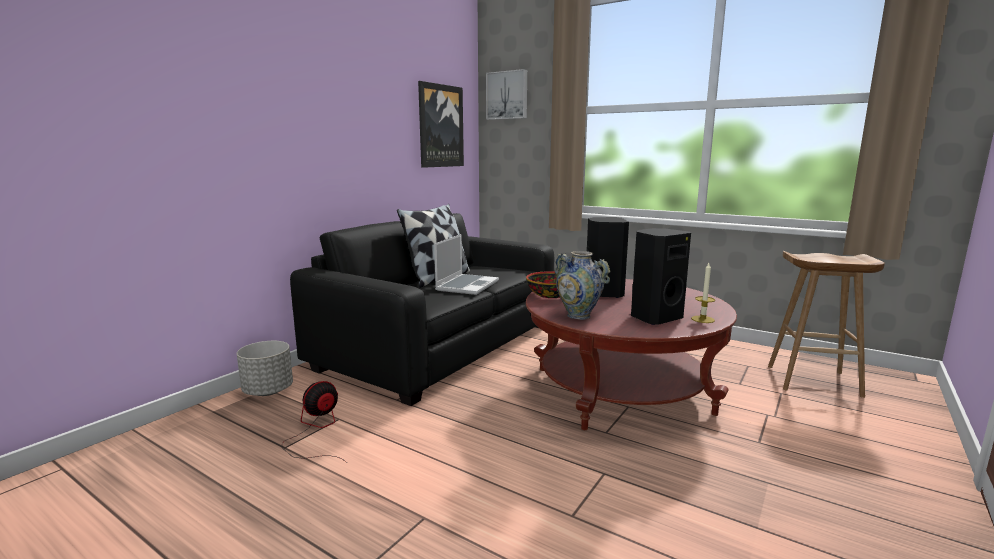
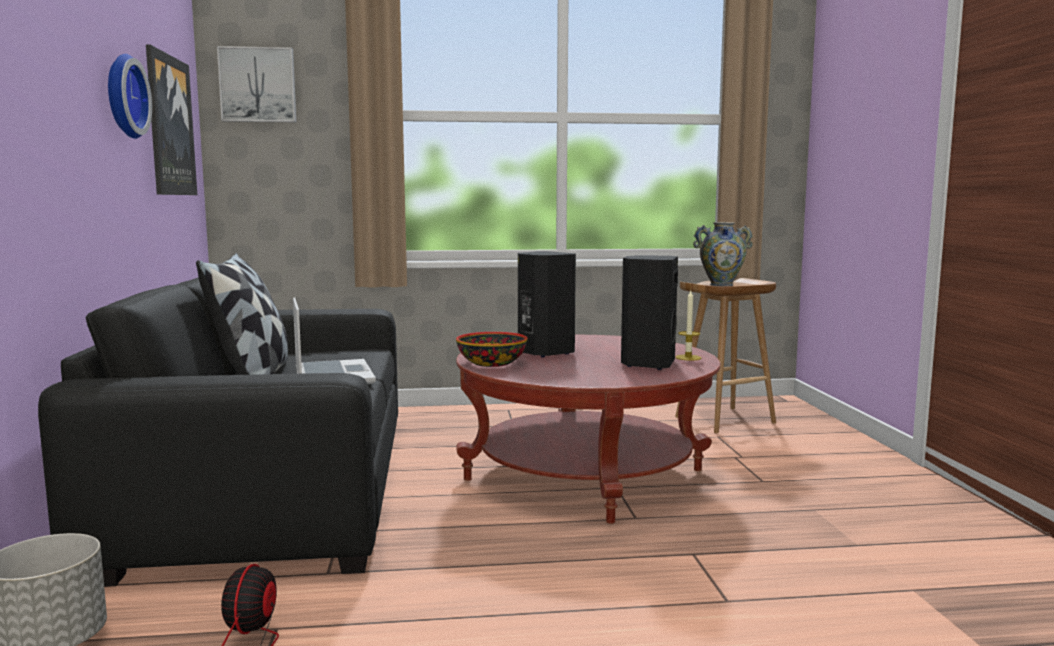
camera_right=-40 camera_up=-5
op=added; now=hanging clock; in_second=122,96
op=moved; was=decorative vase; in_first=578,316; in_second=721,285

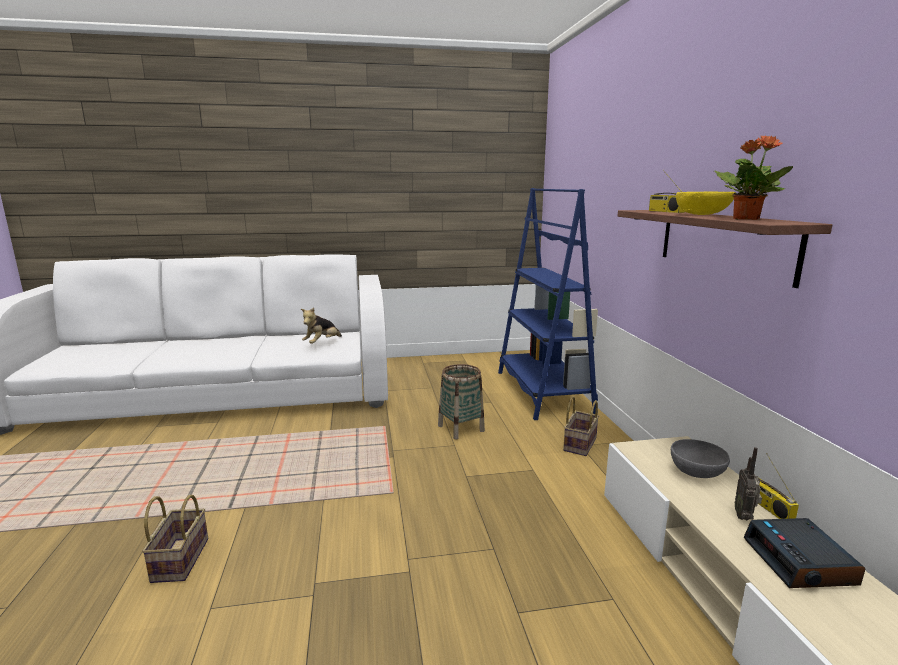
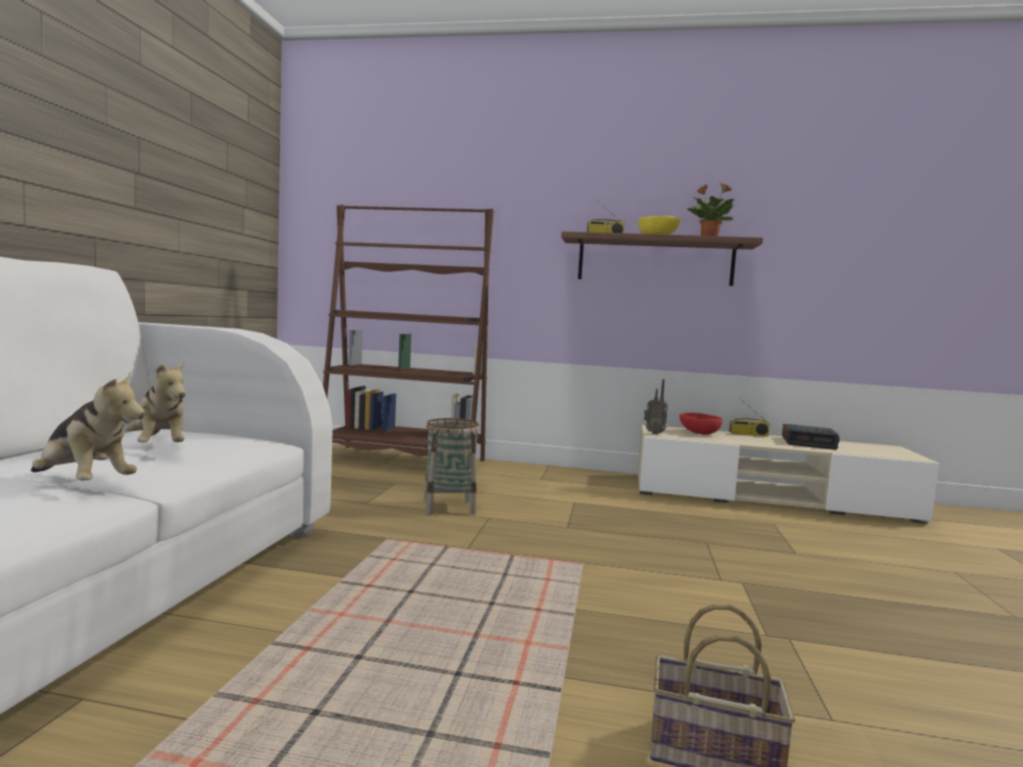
camera_right=-70 camera_up=-10
op=removed; was=storage basket; in_first=579,443
op=added; now=cuddly toy; in_second=83,484
op=moved; was=radio; in_first=744,516; in_second=654,433
op=recoloured; was=shelving unit in bluish; now=shelving unit in brownish; in_first=542,391; in_second=403,462
op=recoloured; was=bowl in greyish; now=bowl in reddish; in_first=696,471; in_second=699,433

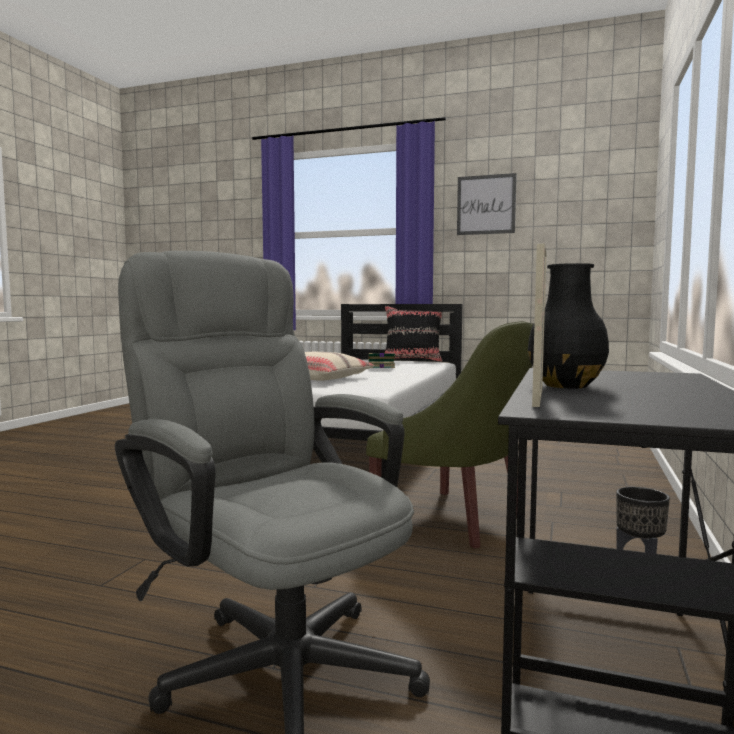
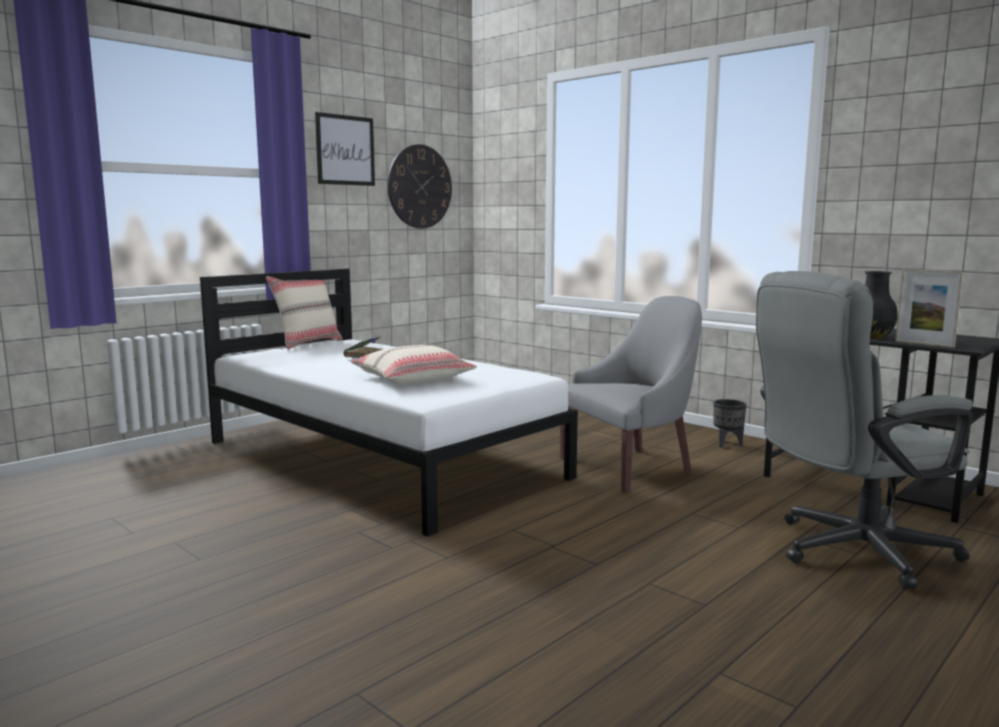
camera_right=-65 camera_up=5
op=added; now=hanging clock; in_second=419,186
op=recoloured; was=armchair in green; now=armchair in greyish; in_first=456,520; in_second=630,467
op=recoloured; was=throw pillow in black-coloured; now=throw pillow in beige; in_first=413,360; in_second=307,343

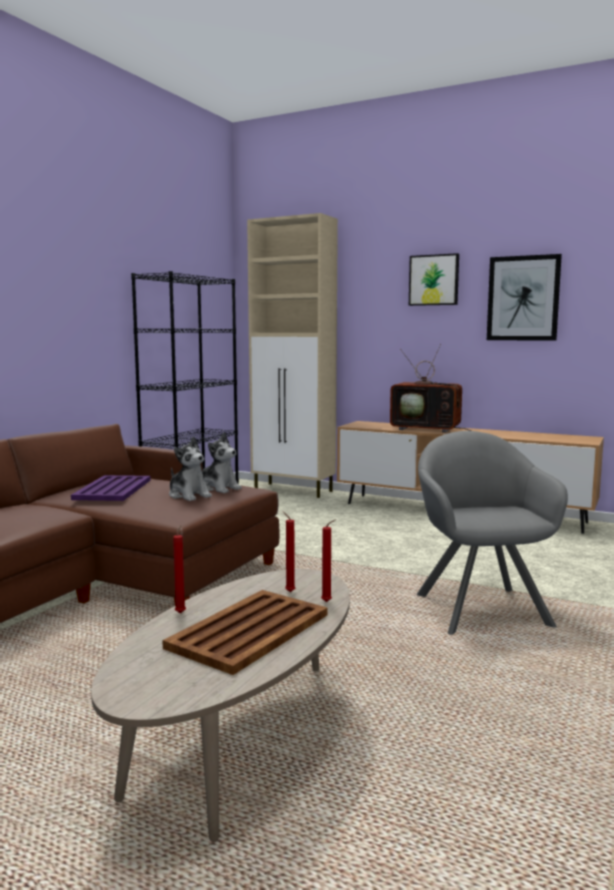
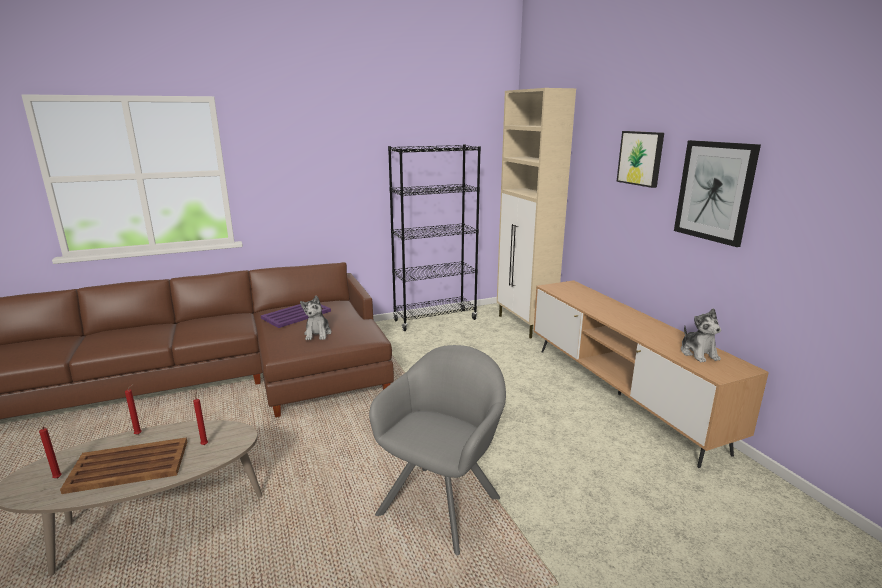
camera_right=40 camera_up=10
op=removed; was=TV set; in_first=428,429
op=moved; was=cuddly toy; in_first=218,488; in_second=698,353
op=moved; was=wax candle in reddish; in_first=328,602; in_second=58,479

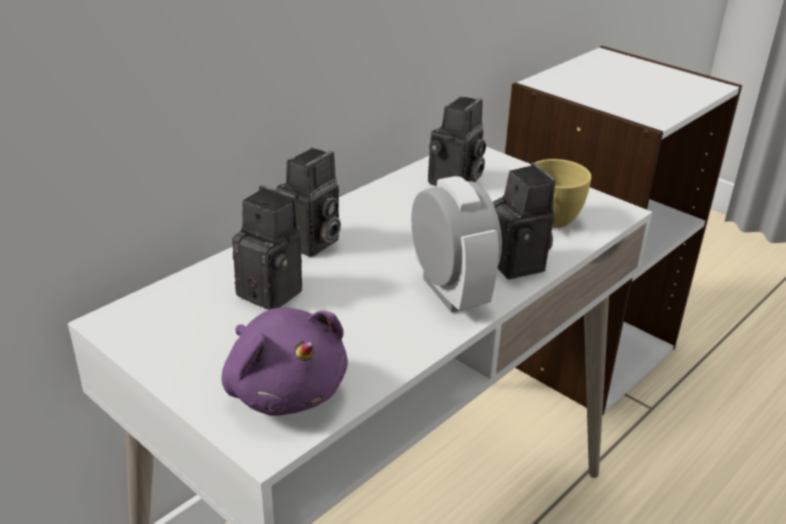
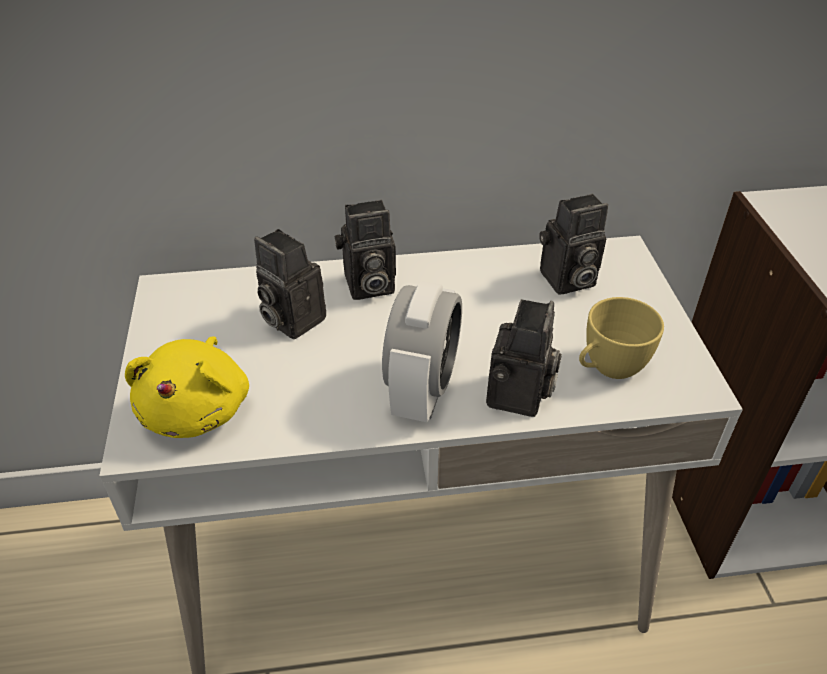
camera_right=40 camera_up=10
op=recoloured; was=cuddly toy in purple-coloured; now=cuddly toy in yellowish; in_first=284,389; in_second=198,409
op=turned; was=still camera; in_first=275,292; in_second=290,319; clockwise=150

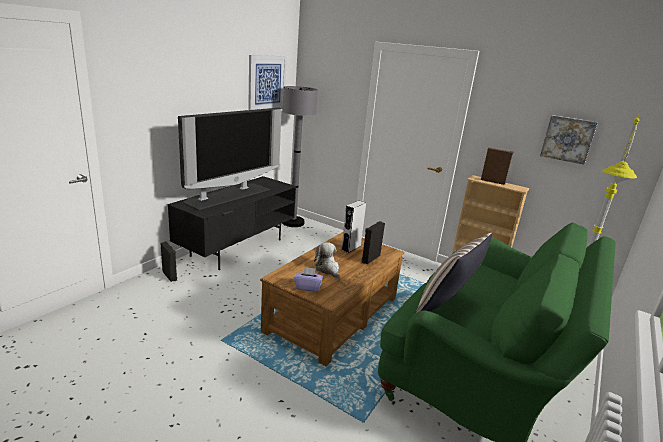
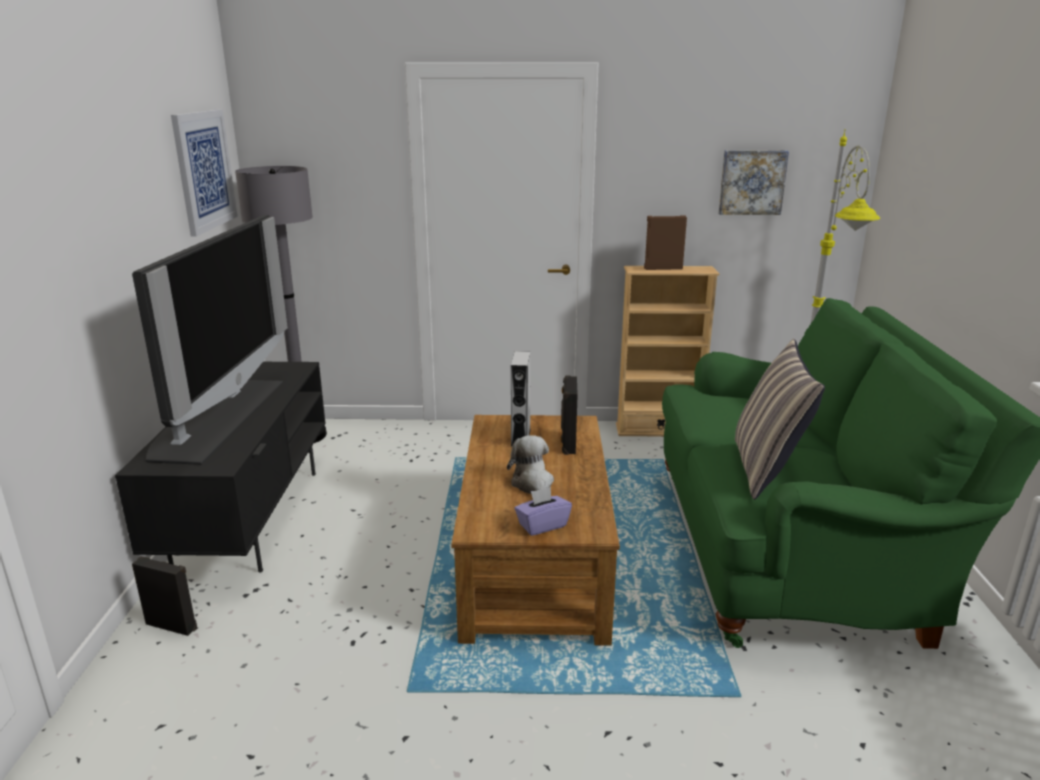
camera_right=-30 camera_up=0
op=turned; was=cuddly toy; in_first=328,269; in_second=533,485; clockwise=45

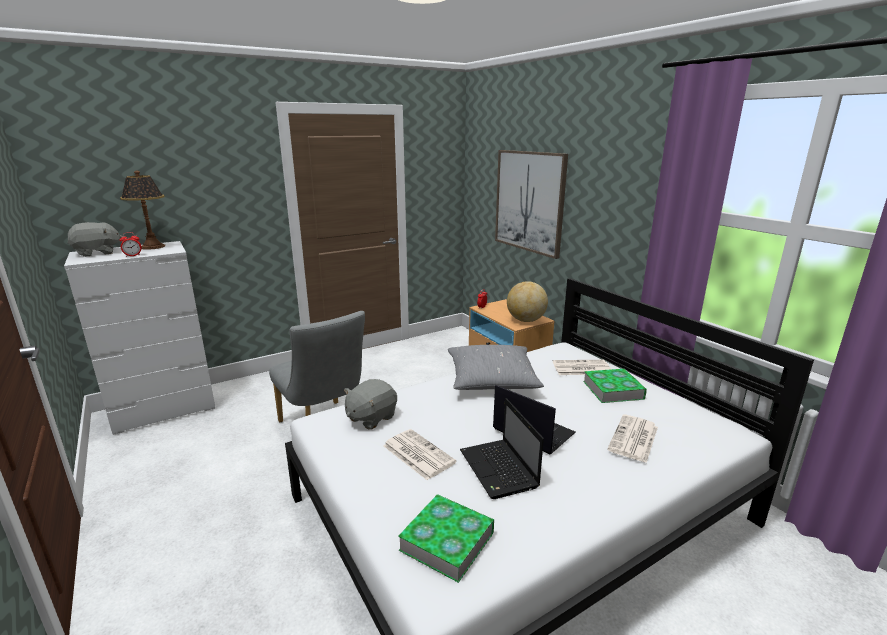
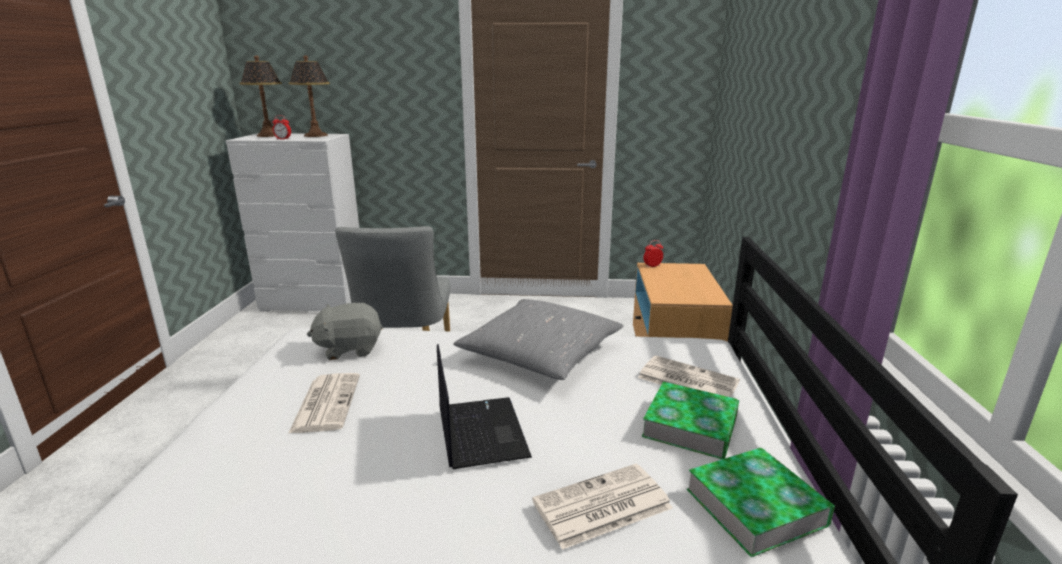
camera_right=35 camera_up=0
op=removed; was=portable computer; in_first=499,470
op=removed; was=wall art; in_first=529,201
op=removed; was=globe; in_first=525,320
op=moved; was=book; in_first=447,541; in_second=755,507
op=replaced; was=cuddly toy in greyish; now=table lamp; in_first=97,253; in_second=269,135

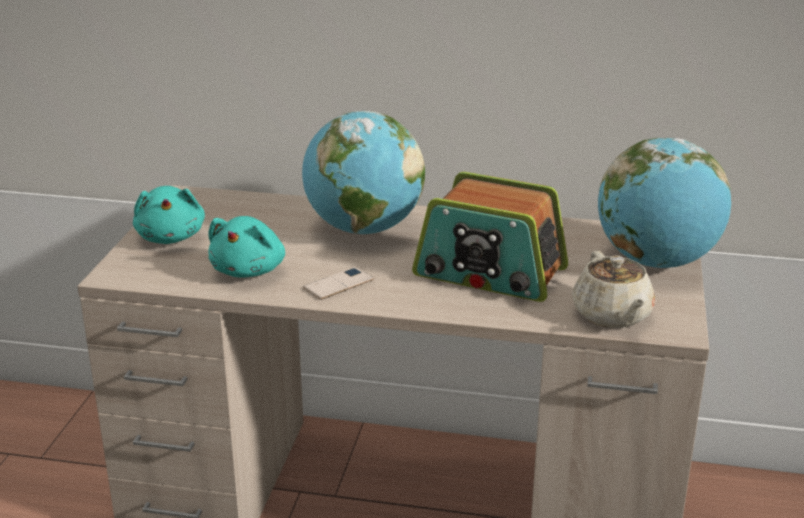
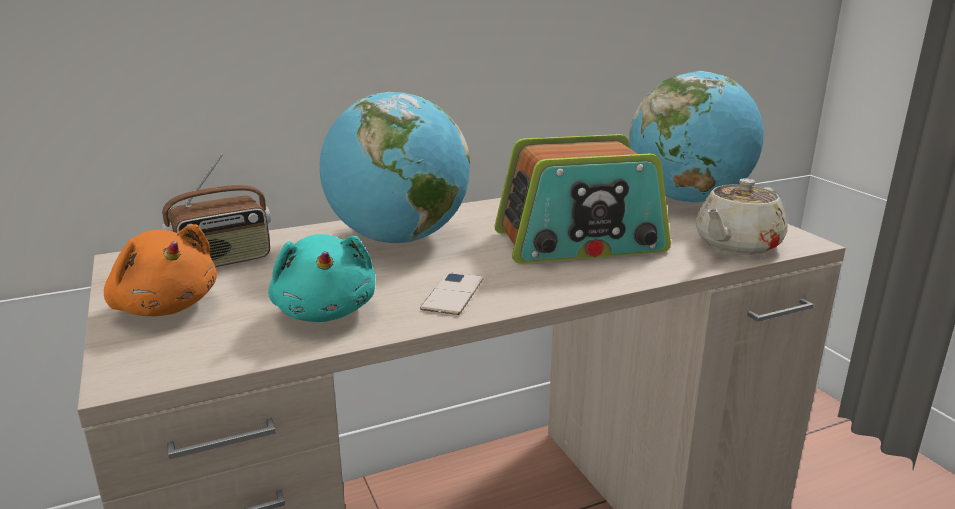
camera_right=-35 camera_up=-5
op=added; now=radio; in_second=223,260
op=recoloured; was=cuddly toy in turquoise-coloured; now=cuddly toy in orange-coloured; in_first=171,237; in_second=165,306
op=turned; was=pot for tea in beige; in_first=612,315; in_second=736,245; clockwise=90

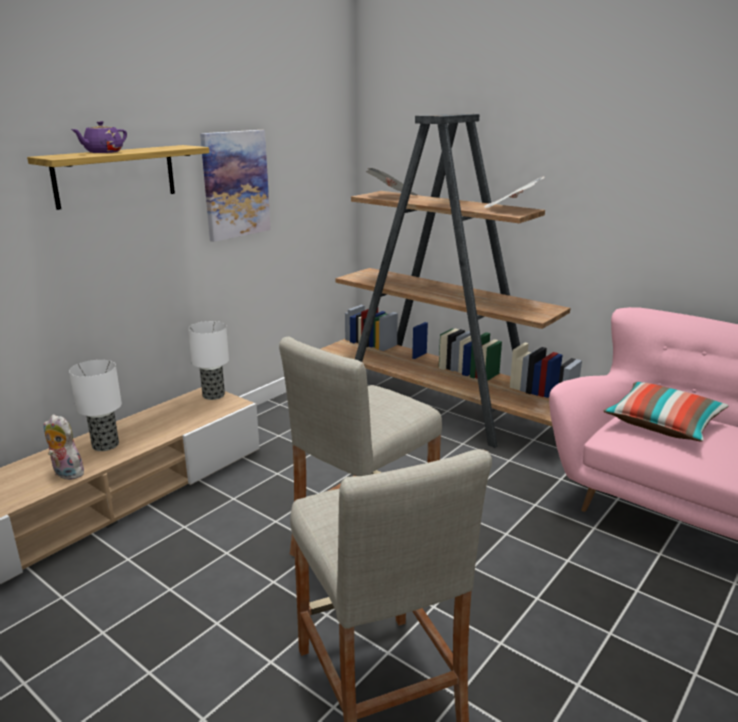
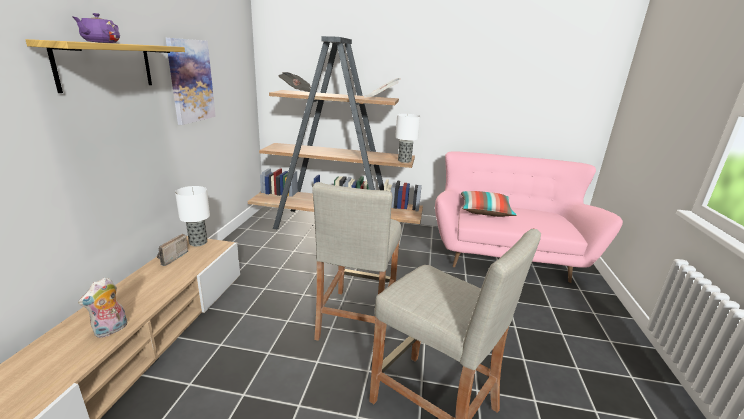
camera_right=-30 camera_up=0
op=added; now=radio; in_second=170,258
op=moved; was=table lamp; in_first=104,445; in_second=404,161
op=turned; was=cuddly toy; in_first=66,474; in_second=111,330; clockwise=-60

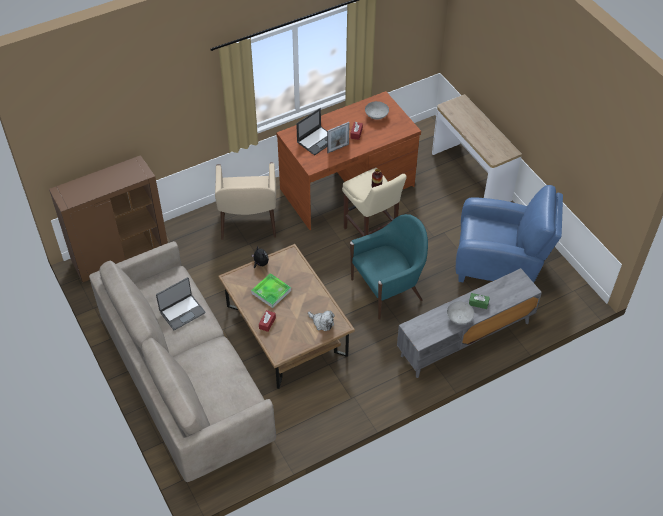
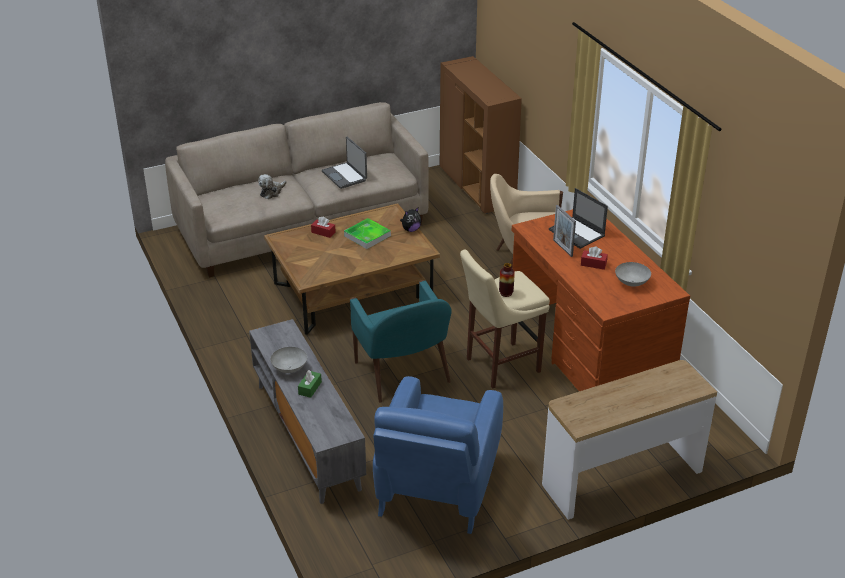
camera_right=95 camera_up=-15
op=moved; was=cuddly toy; in_first=322,322; in_second=272,192

